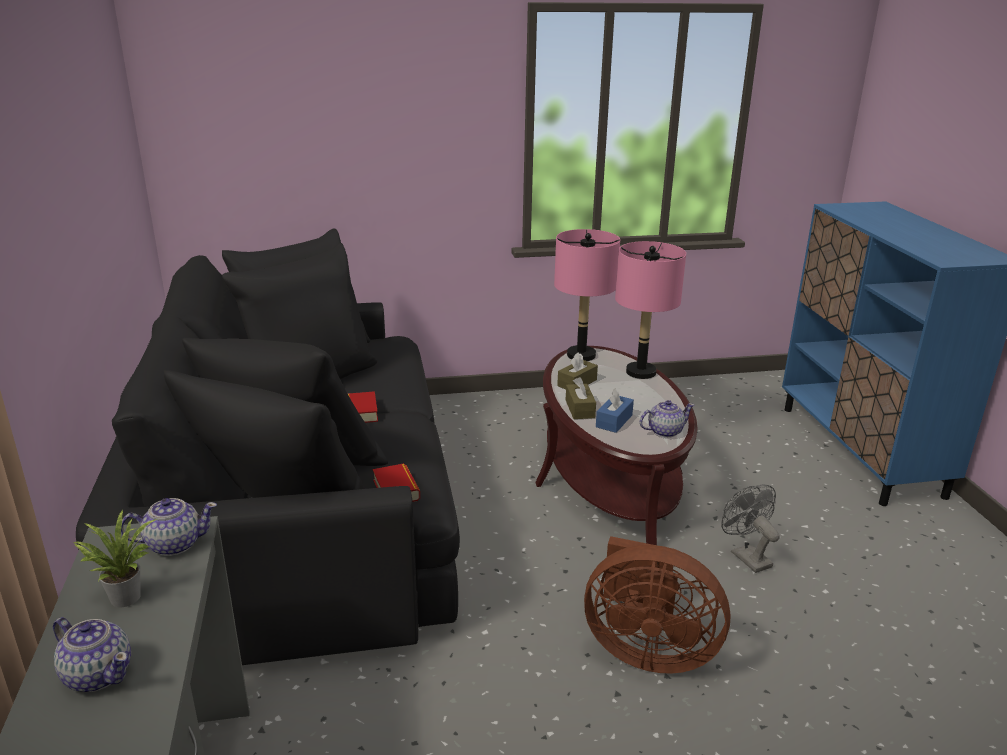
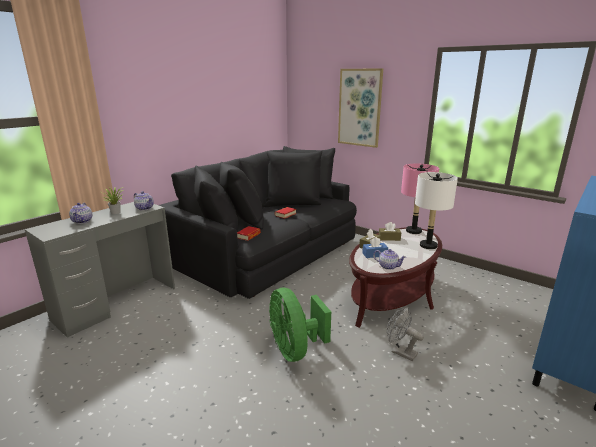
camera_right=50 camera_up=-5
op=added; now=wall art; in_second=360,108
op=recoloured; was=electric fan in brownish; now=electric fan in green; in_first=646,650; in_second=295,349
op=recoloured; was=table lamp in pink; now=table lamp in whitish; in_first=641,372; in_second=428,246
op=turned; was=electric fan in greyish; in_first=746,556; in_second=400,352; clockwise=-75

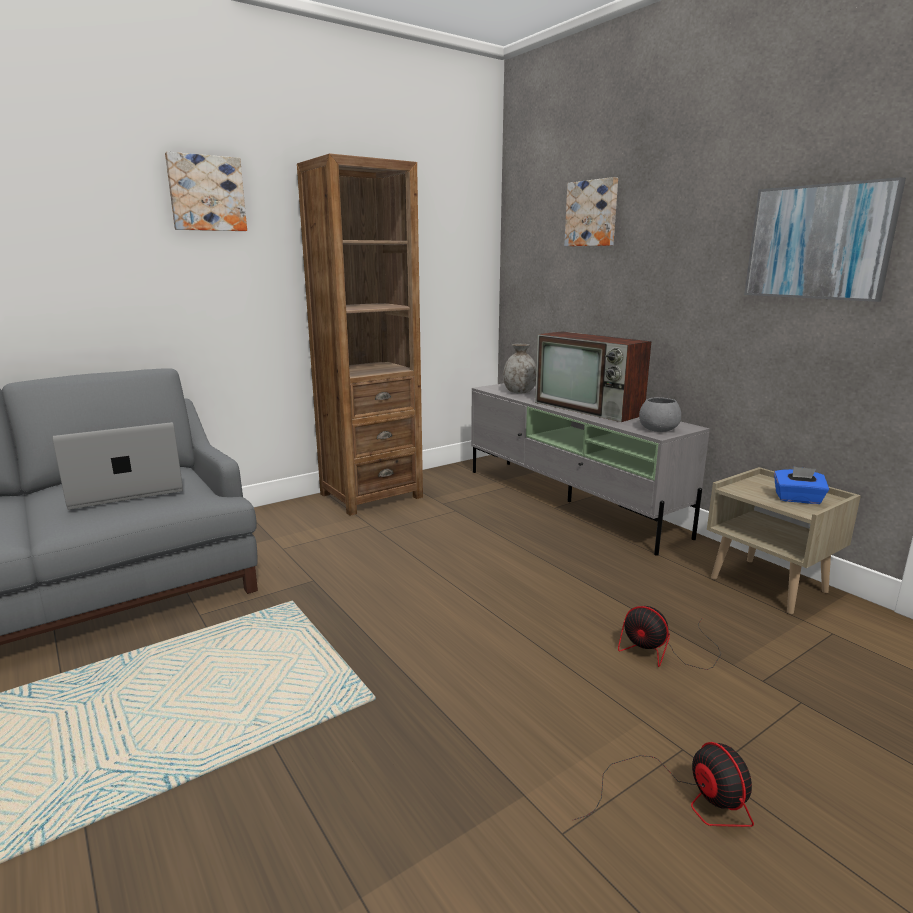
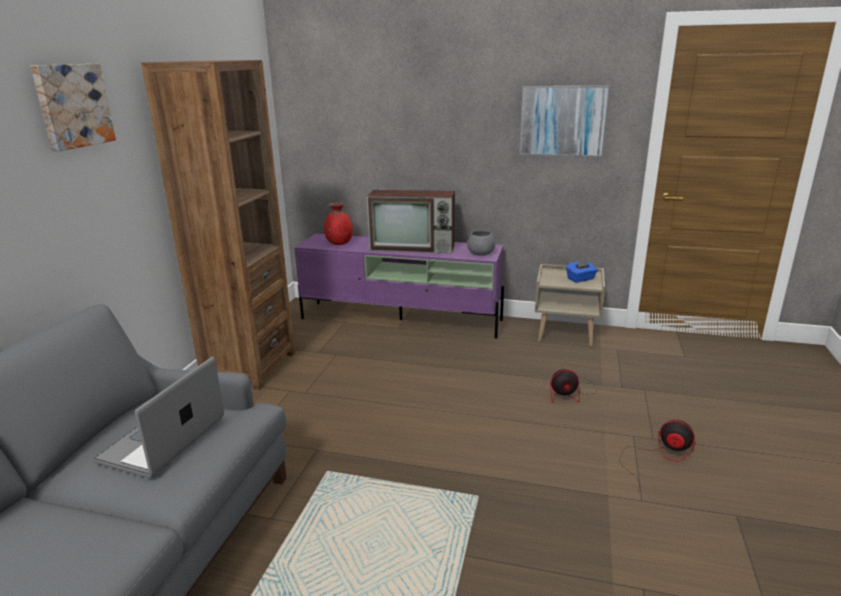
camera_right=-40 camera_up=5
op=removed; was=wall art; in_first=592,213
op=recoloured; was=tv stand in greyish; now=tv stand in purple-coloured; in_first=569,502; in_second=402,320
op=recoloured; was=decorative vase in greyish; now=decorative vase in reddish; in_first=519,392; in_second=339,243

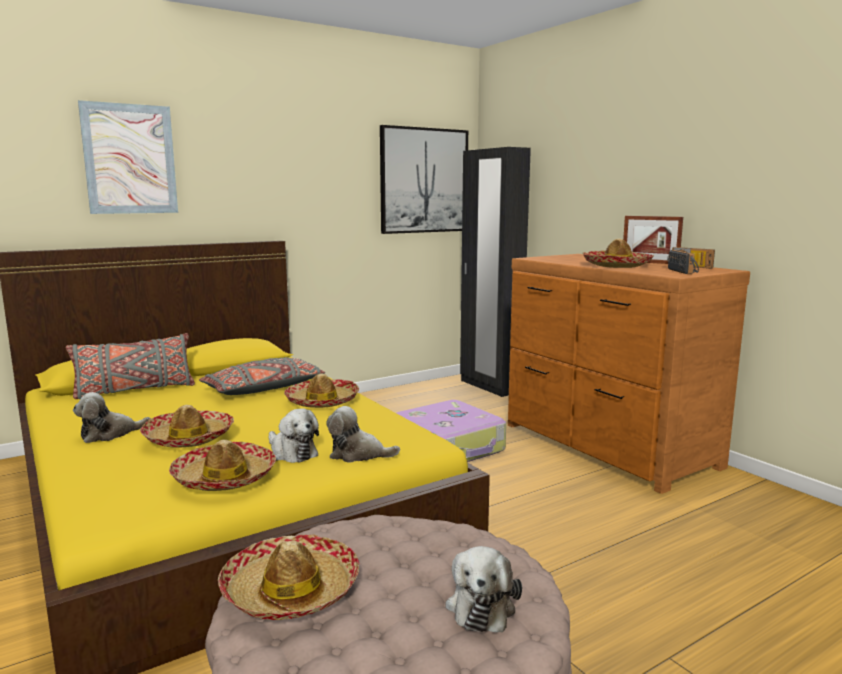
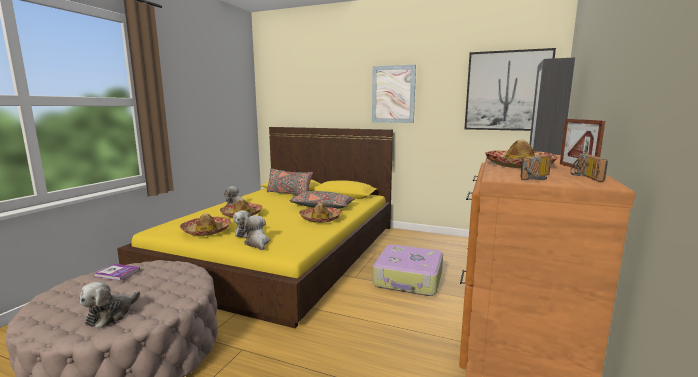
camera_right=55 camera_up=0
op=moved; was=wall art; in_first=130,159; in_second=393,94
op=replaced; was=hat; now=book; in_first=290,591; in_second=117,273
op=turned; was=cuddly toy; in_first=481,605; in_second=111,314; clockwise=-45

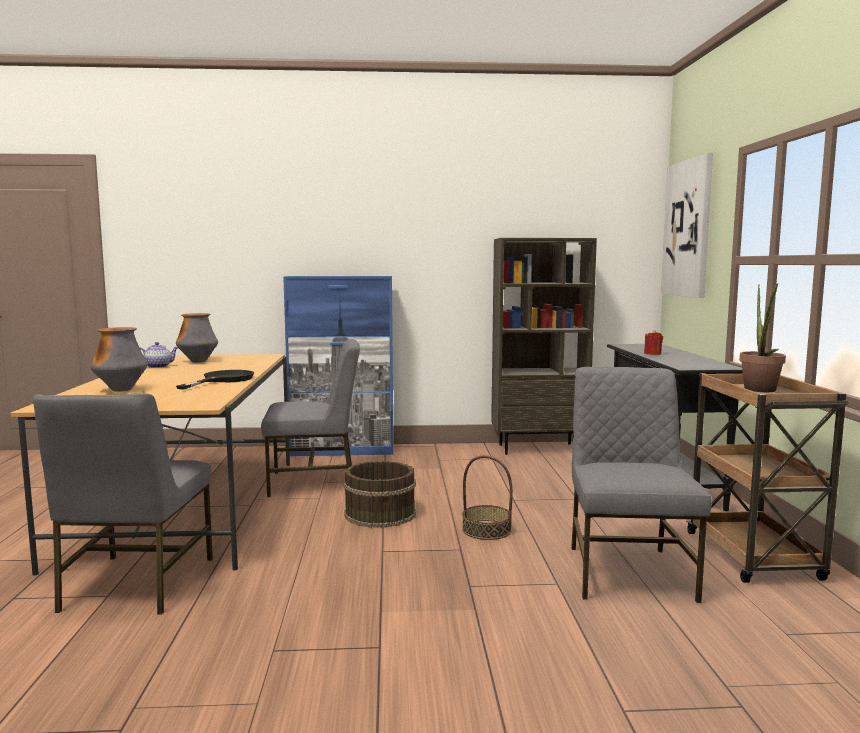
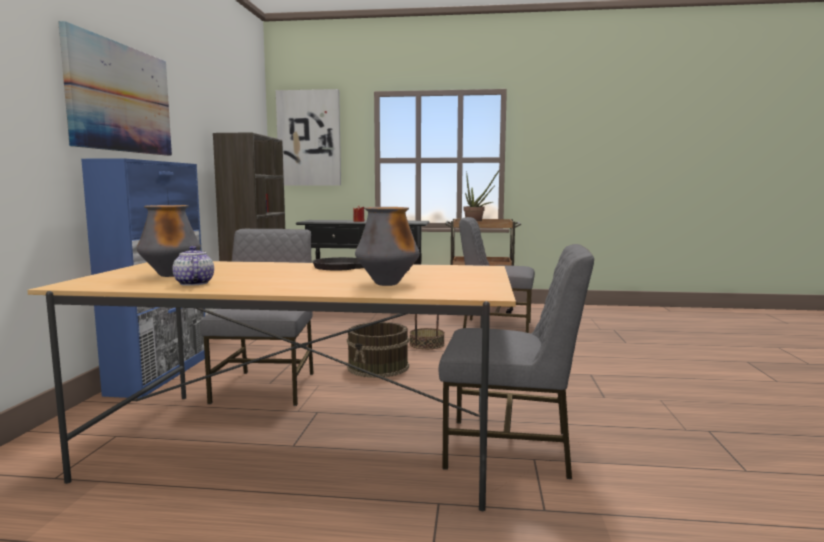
camera_right=-80 camera_up=0
op=added; now=wall art; in_second=120,98

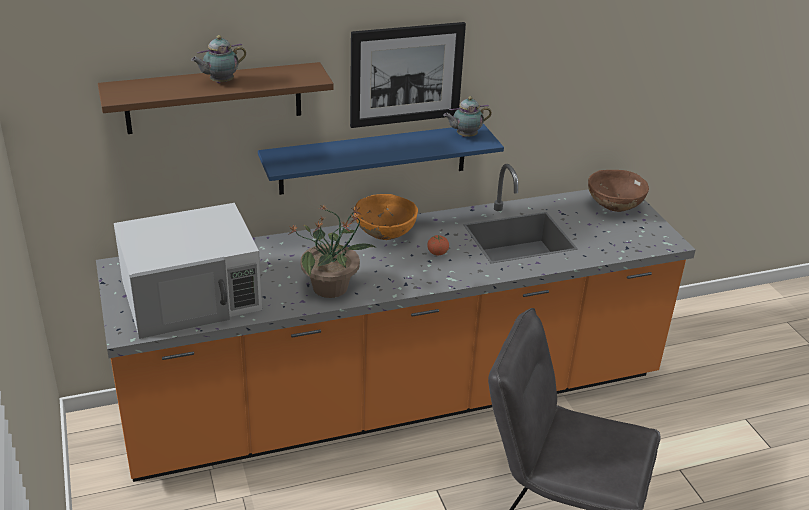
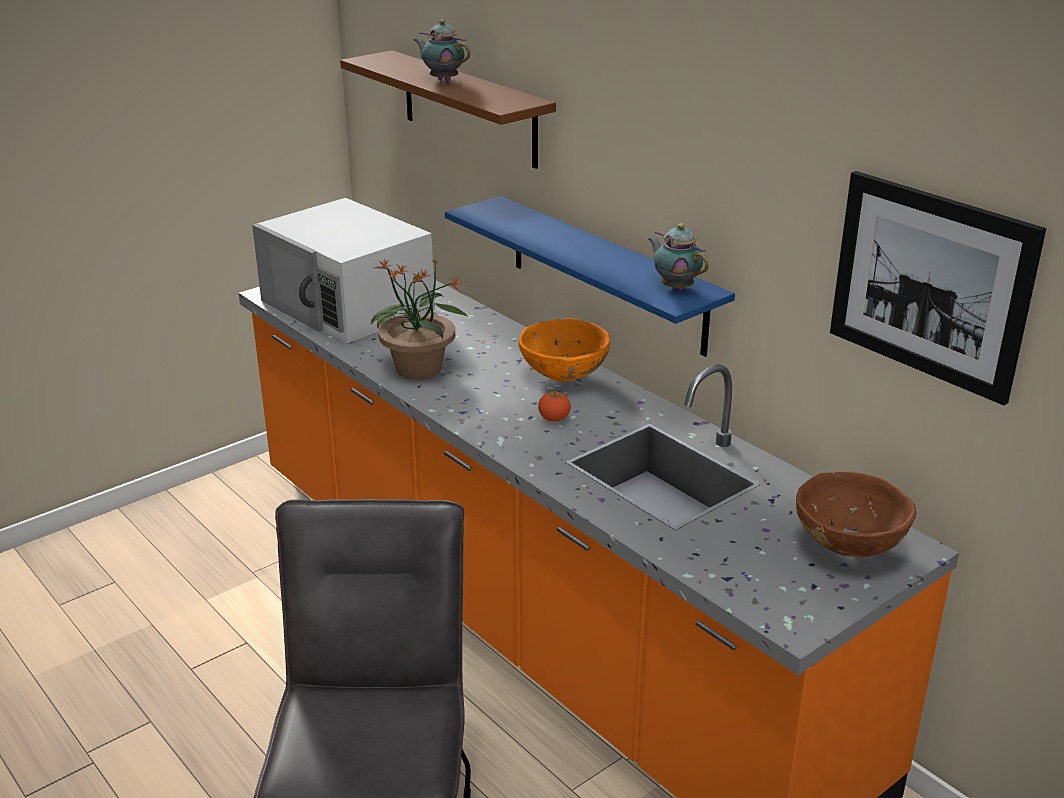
camera_right=70 camera_up=-5
op=moved; was=wall art; in_first=406,74; in_second=930,284

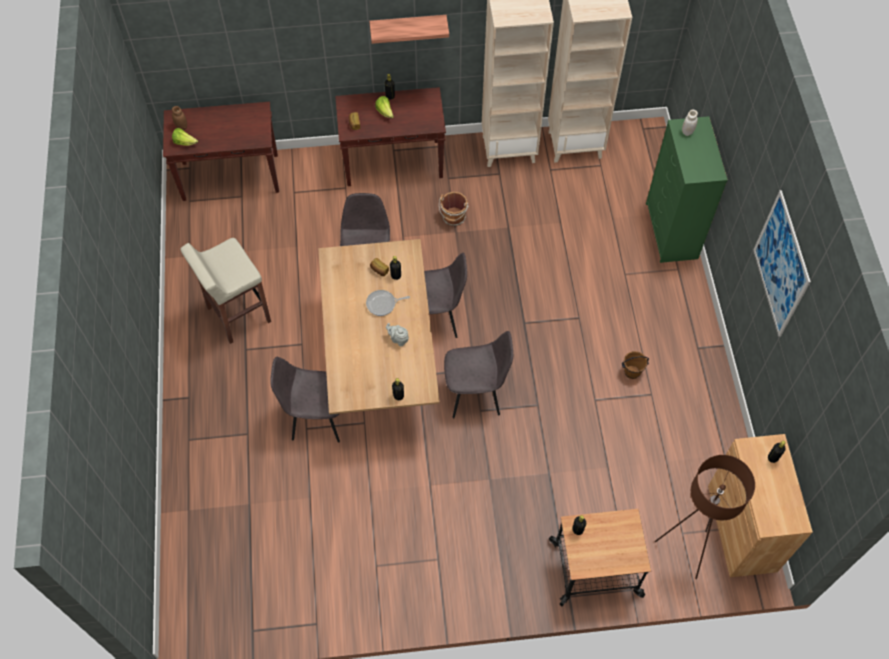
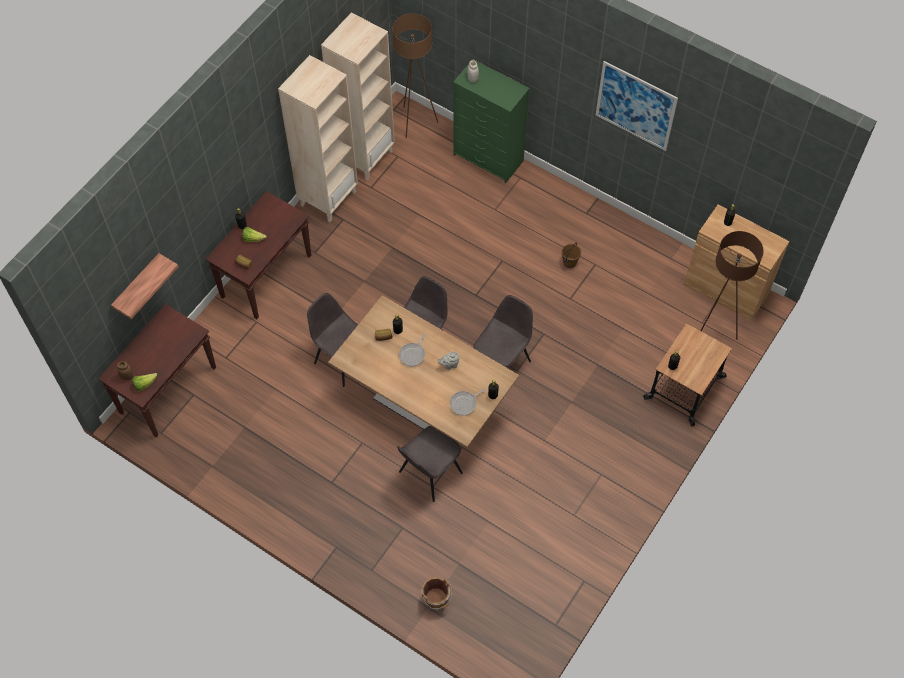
camera_right=-50 camera_up=0
op=removed; was=stool in beige; in_first=238,315
op=added; now=standard lamp in brownish; in_second=415,121
op=added; now=frying pan; in_second=464,403
op=moved; was=bracket shelf; in_first=408,27; in_second=137,285
op=moved; was=water bucket in brownish; in_first=453,218; in_second=436,600

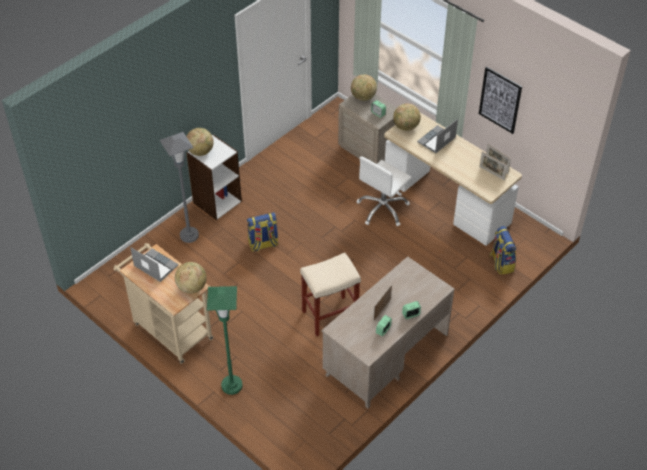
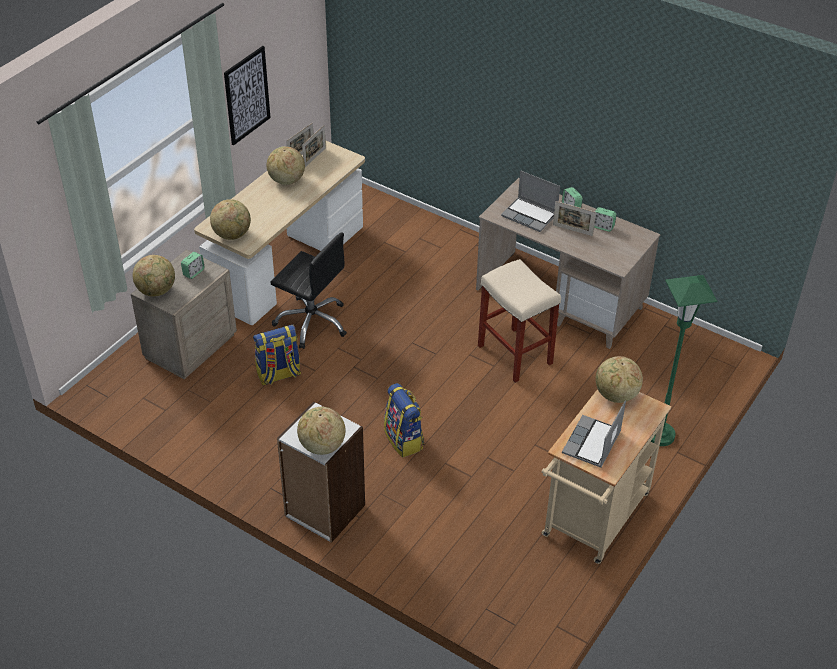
camera_right=-100 camera_up=-5
op=removed; was=standard lamp in greyish; in_first=189,235
op=added; now=globe; in_second=286,180
op=moved; was=portable computer; in_first=436,141; in_second=530,215
op=moved; was=backpack; in_first=501,263; in_second=278,375
op=recoloured; was=office chair in whitish; now=office chair in black-coloured; in_first=383,209; in_second=312,322

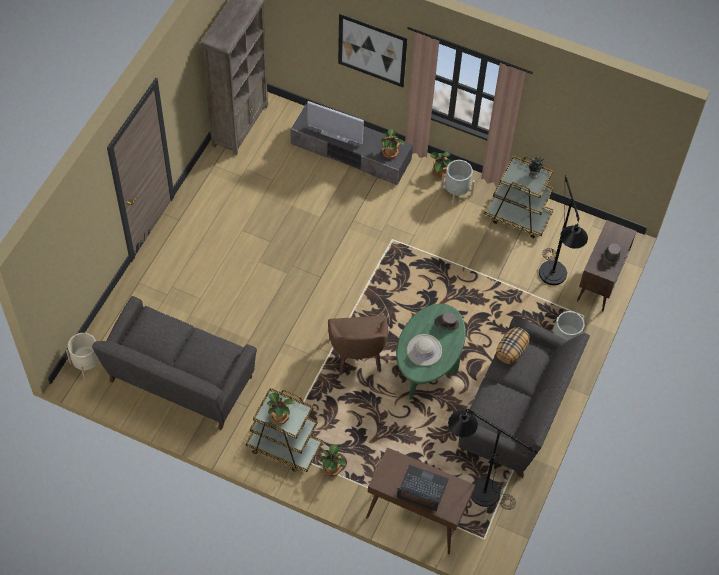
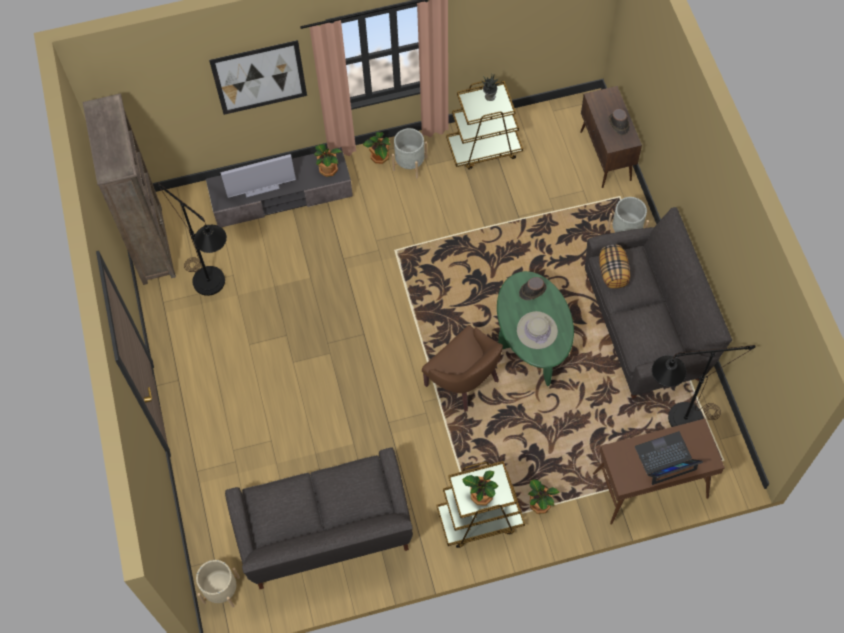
camera_right=-35 camera_up=5
op=moved; was=standard lamp in black-coloured; in_first=553,280; in_second=215,287

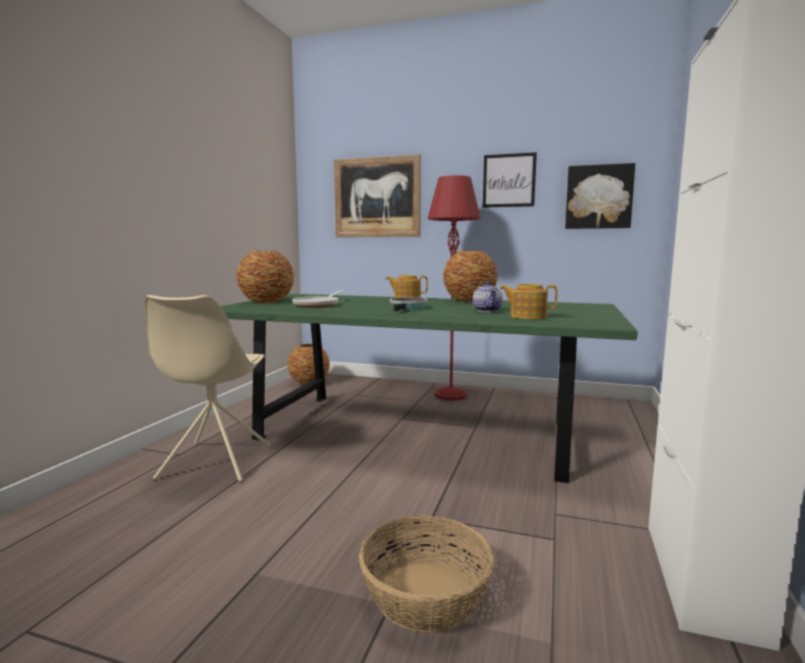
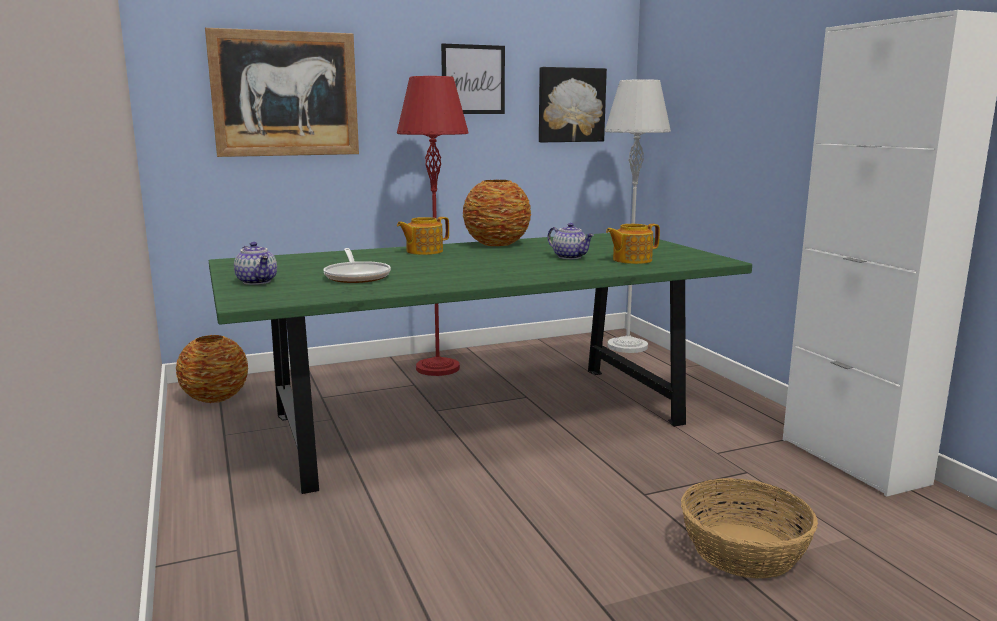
camera_right=-40 camera_up=5
op=removed; was=plain chair in beige; in_first=215,463
op=removed; was=frying pan; in_first=408,308
op=added; now=standard lamp in greyish; in_second=627,346
op=replaced; was=decorative vase; now=pot for tea; in_first=267,302; in_second=258,281

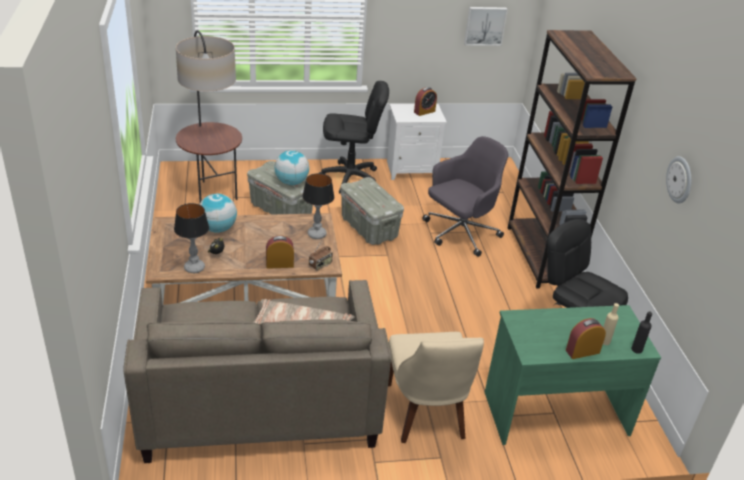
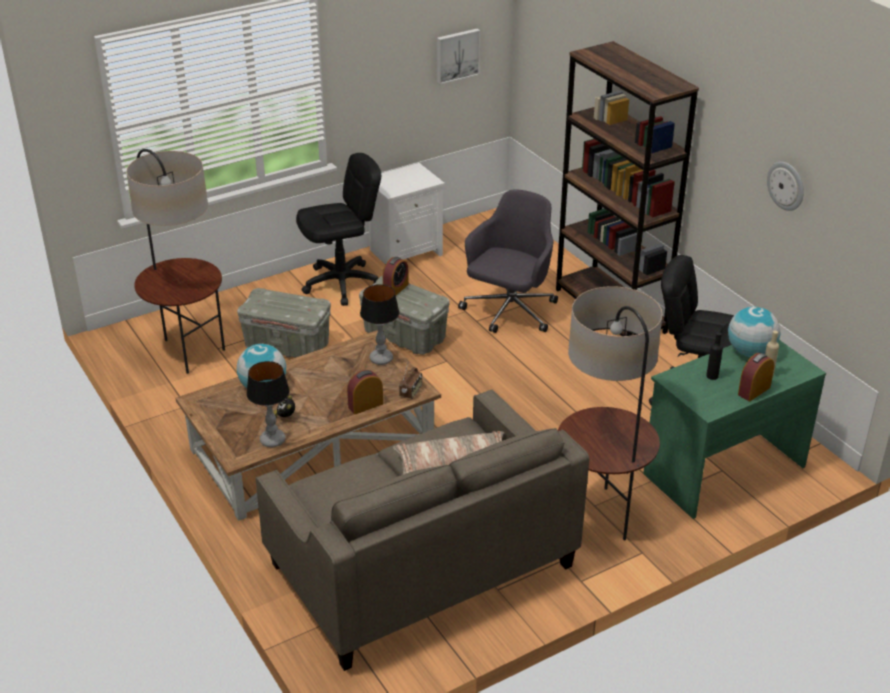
camera_right=-20 camera_up=0
op=moved; was=globe; in_first=291,182; in_second=750,352
op=moved; was=bedside clock; in_first=424,112; in_second=395,289
op=moved; was=beverage bottle in black-coloured; in_first=636,349; in_second=712,376
op=replaced; was=plain chair in beige; now=standard lamp; in_first=426,414; in_second=600,516

